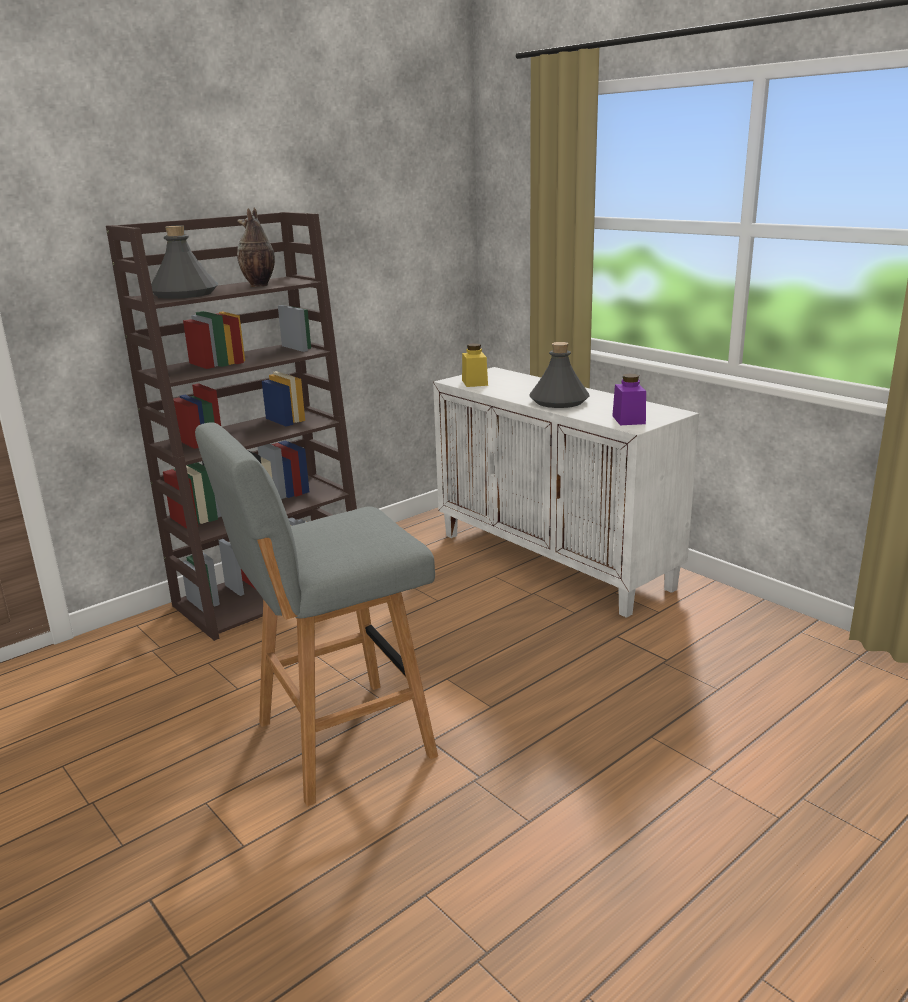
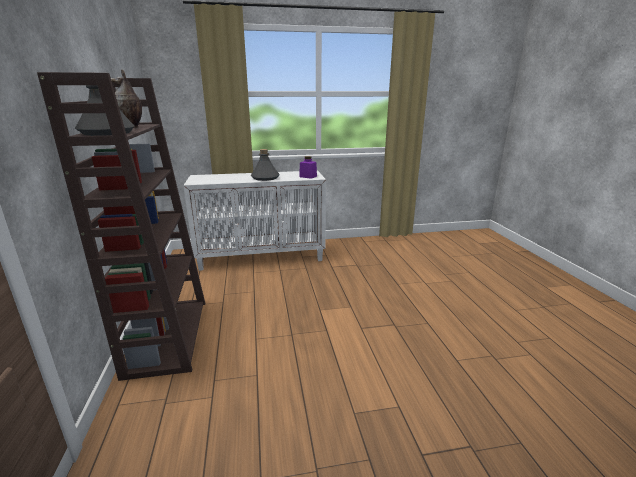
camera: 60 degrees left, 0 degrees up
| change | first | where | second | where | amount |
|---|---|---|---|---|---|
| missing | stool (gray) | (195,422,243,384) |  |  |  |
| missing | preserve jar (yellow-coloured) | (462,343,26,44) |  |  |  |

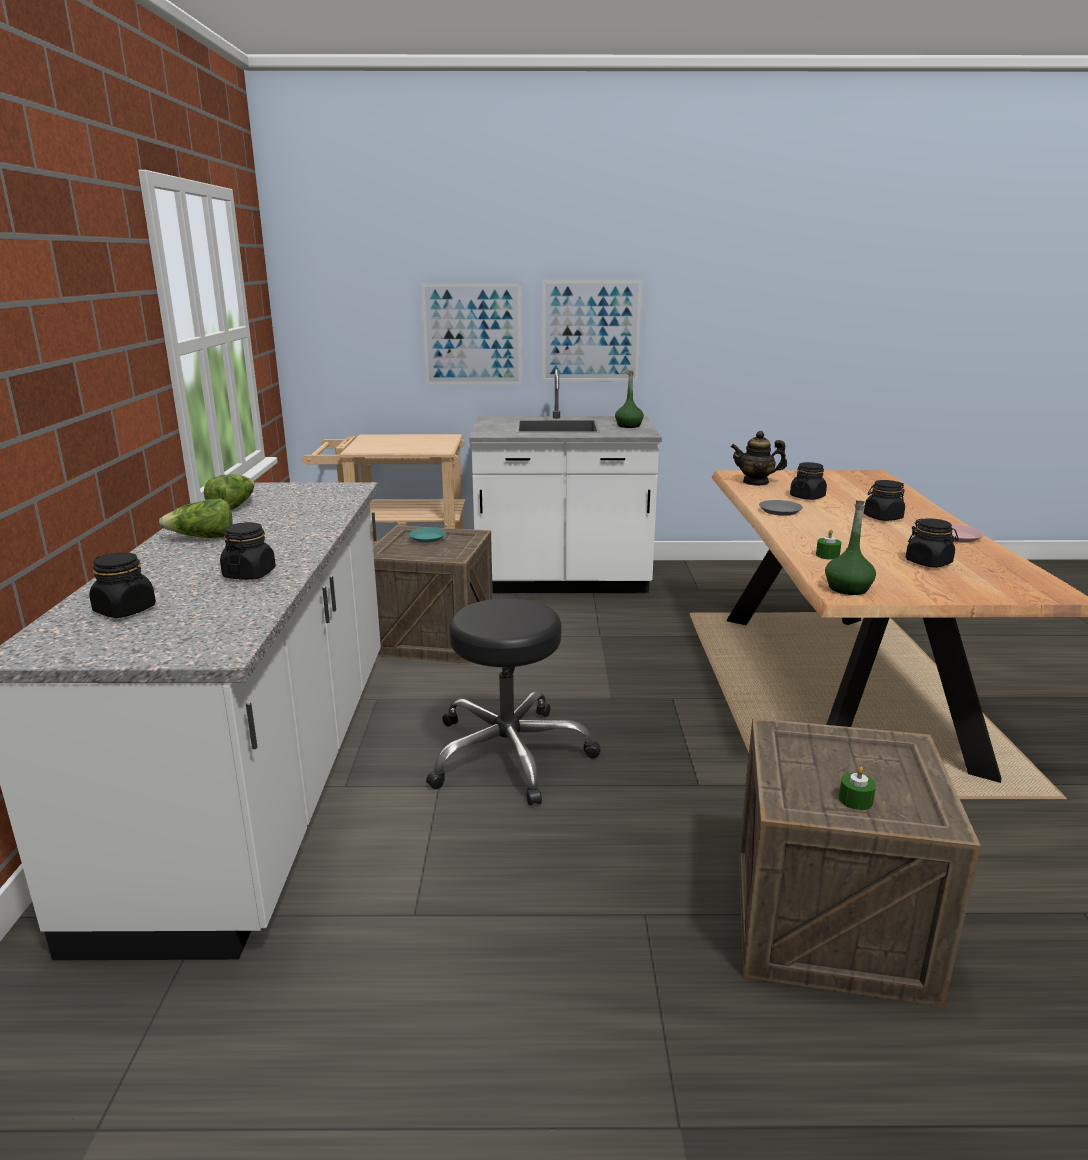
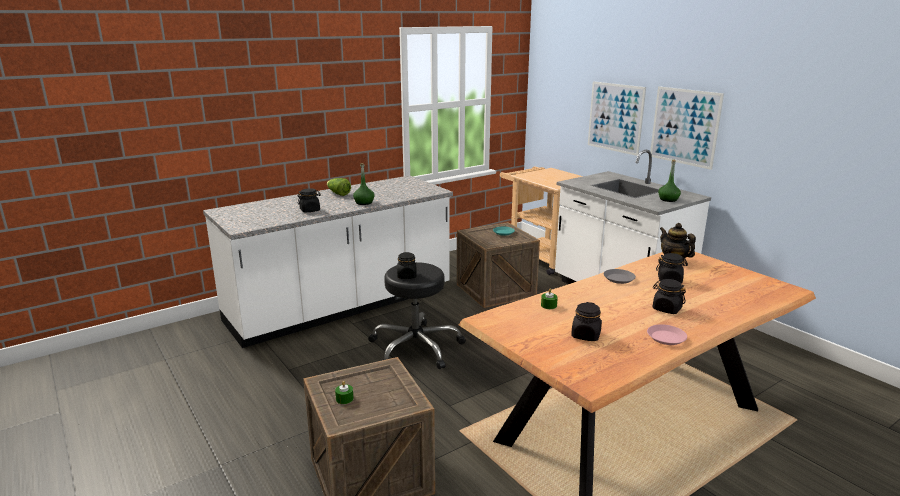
camera: 55 degrees right, 0 degrees up
| change | first | where | second | where | amount |
|---|---|---|---|---|---|
| relocated | preserve jar (blackish) | (89,552,67,66) |  | (397,252,20,27) |  |
| missing | lettuce | (204,474,50,36) |  |  |  |
| relocated | bottle (greenish) | (825,500,51,95) |  | (353,163,22,42) |  |

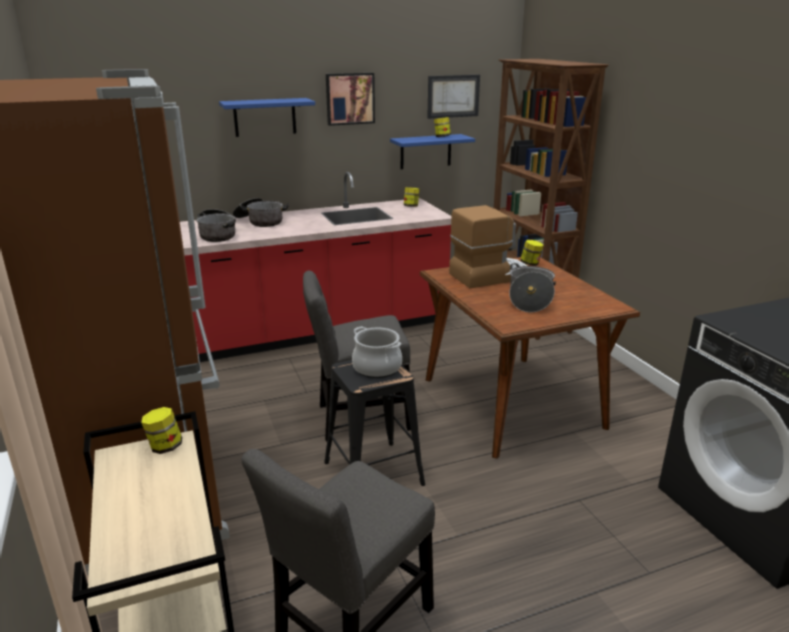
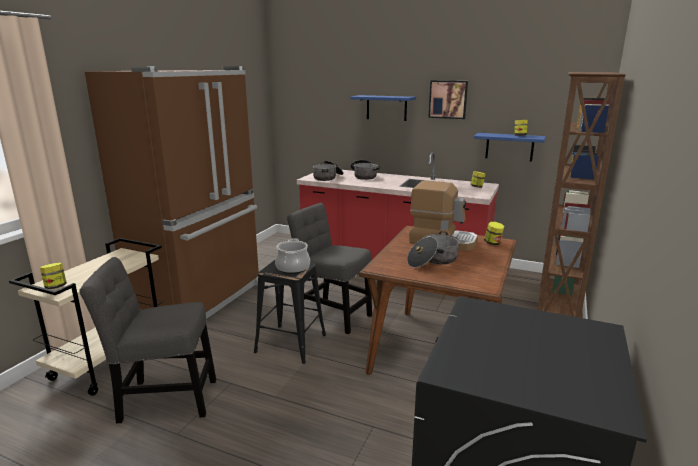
camera: 45 degrees right, 5 degrees down
| change | first | where | second | where | amount |
|---|---|---|---|---|---|
| relocated | preserve jar | (141,407,41,47) |  | (40,263,27,26) |  |
| missing | wall art | (427,75,53,44) |  |  |  |

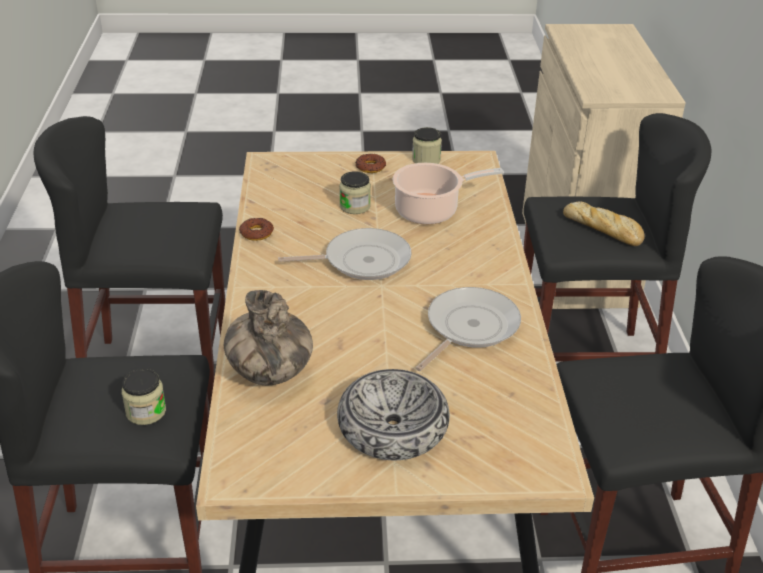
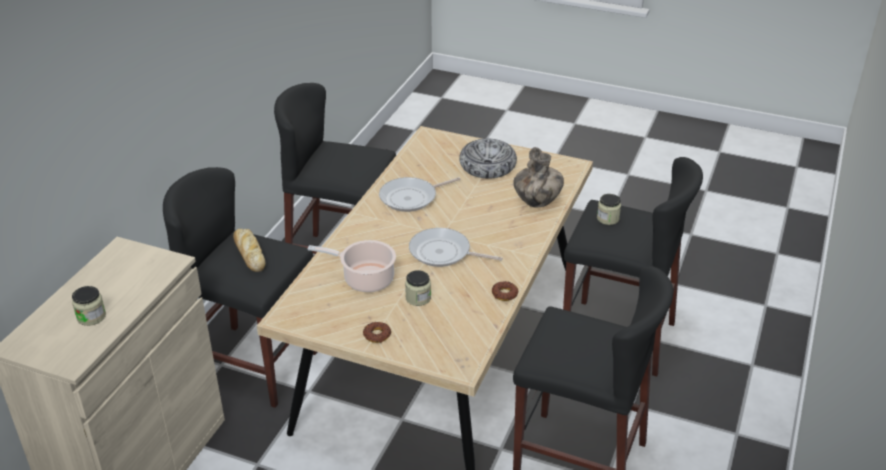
camera: 155 degrees left, 0 degrees up
| change | first | where | second | where | amount |
|---|---|---|---|---|---|
| relocated | preserve jar | (412,127,30,37) |  | (72,286,34,40) |  |

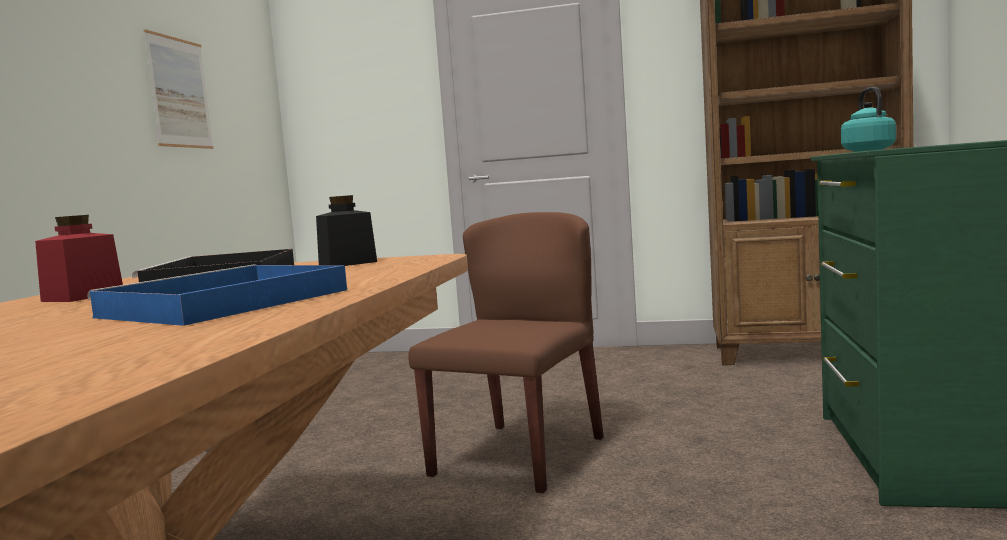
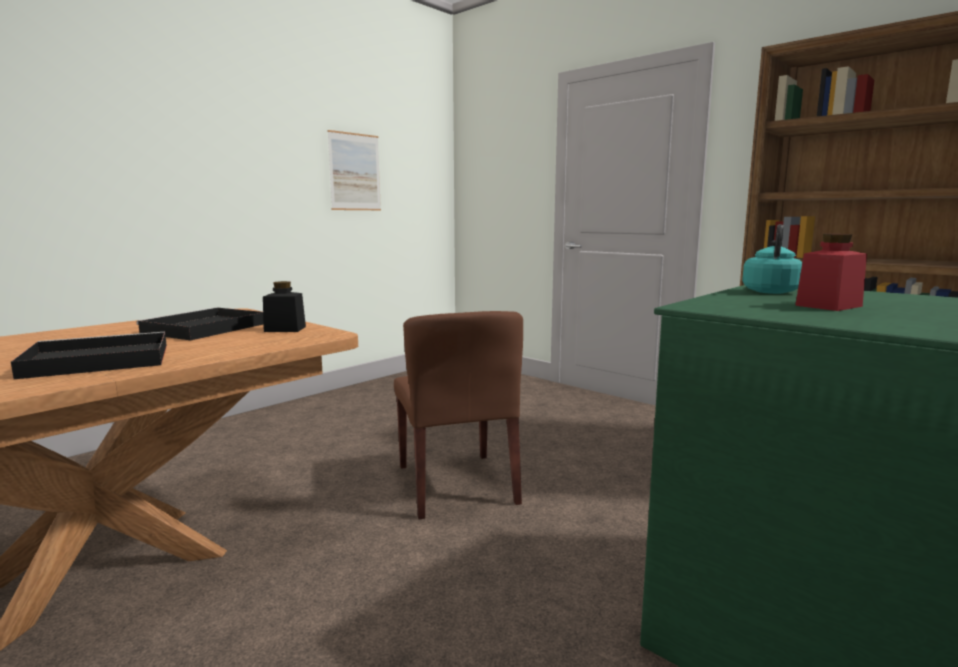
camera: 30 degrees right, 5 degrees up
| change | first | where | second | where | amount |
|---|---|---|---|---|---|
| relocated | preserve jar (reddish) | (35,215,88,87) |  | (795,234,72,77) |  |
| colour | tray (bluish) | (87,264,260,62) | tray (blackish) | (11,332,156,47) |  |
| spun | chair (brown) | (408,212,196,281) |  | (394,311,129,208) | 105 degrees clockwise |

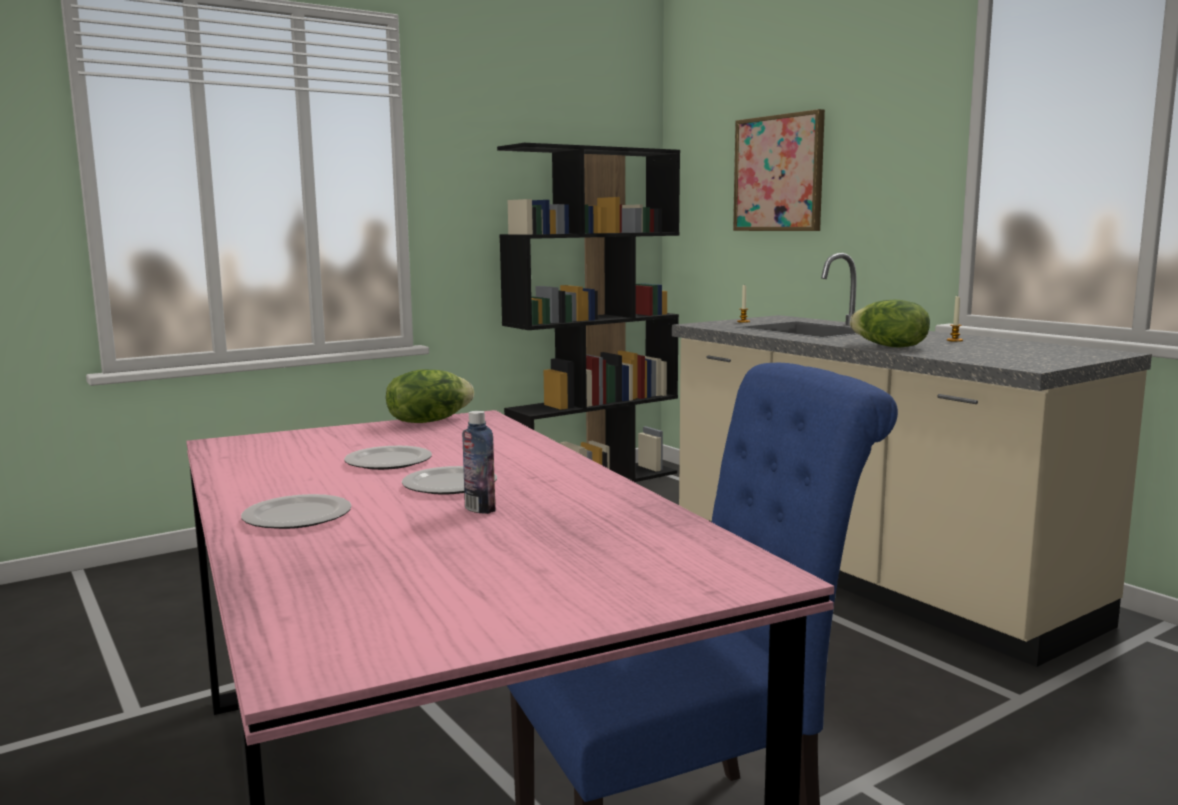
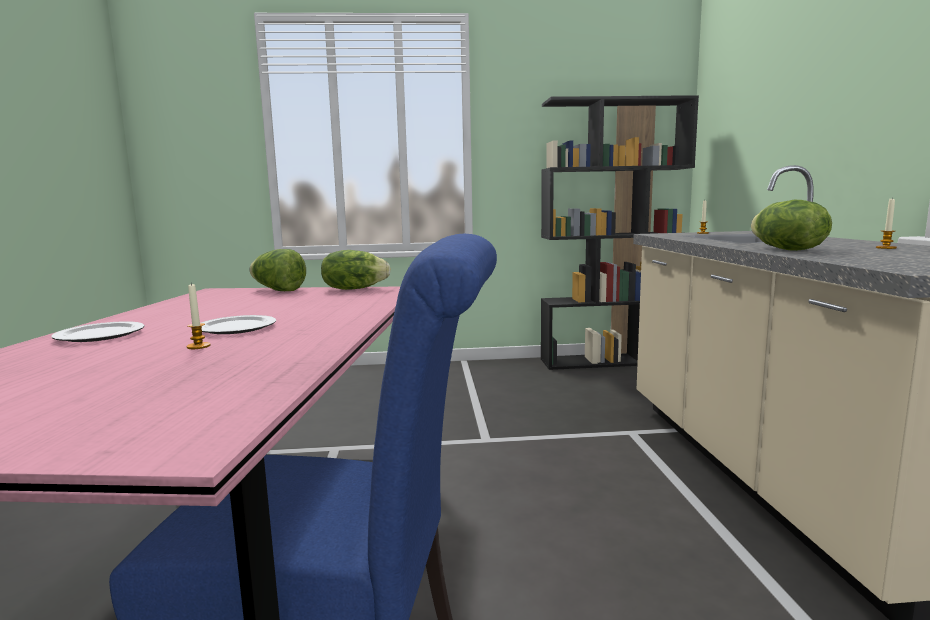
camera: 30 degrees right, 0 degrees up
| change | first | where | second | where | amount |
|---|---|---|---|---|---|
| missing | plate | (344,446,88,24) |  |  |  |
| exchanged | bottle | (462,411,34,103) | wax candle | (187,282,23,67) |  |
| missing | wall art | (733,109,92,122) |  |  |  |
| appeared |  |  | lettuce | (250,249,56,42) |  |

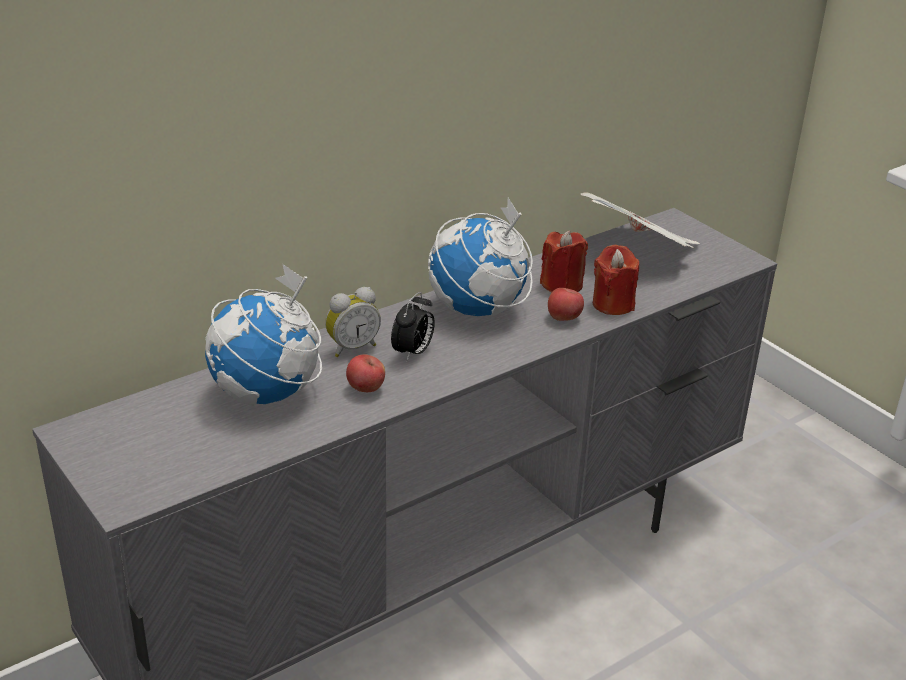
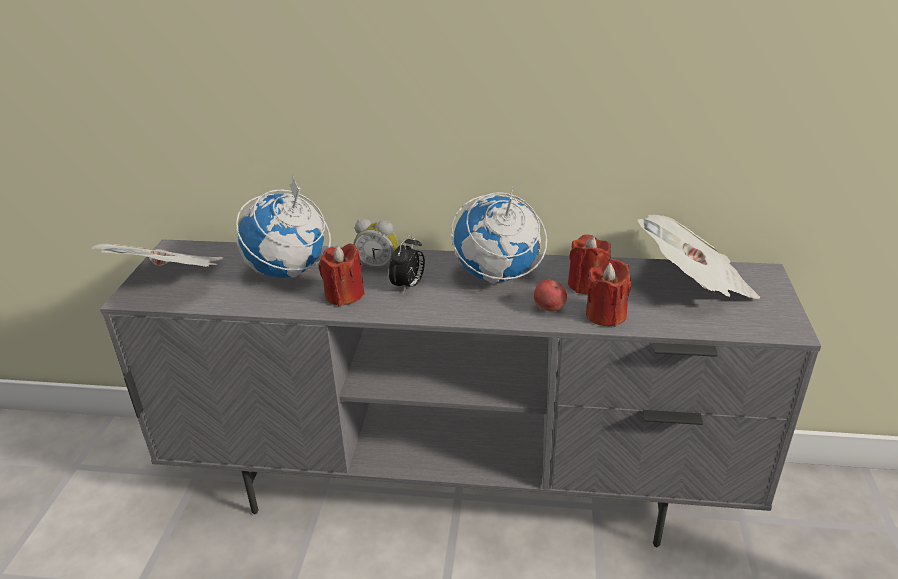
camera: 45 degrees right, 0 degrees up
| change | first | where | second | where | amount |
|---|---|---|---|---|---|
| exchanged | apple | (346,354,39,38) | wax candle (reddish) | (319,243,46,63) |  |
| spun | bedside clock | (391,292,44,69) |  | (389,234,36,59) | 45 degrees counterclockwise |
| appeared |  |  | daily paper | (91,244,132,23) |  |

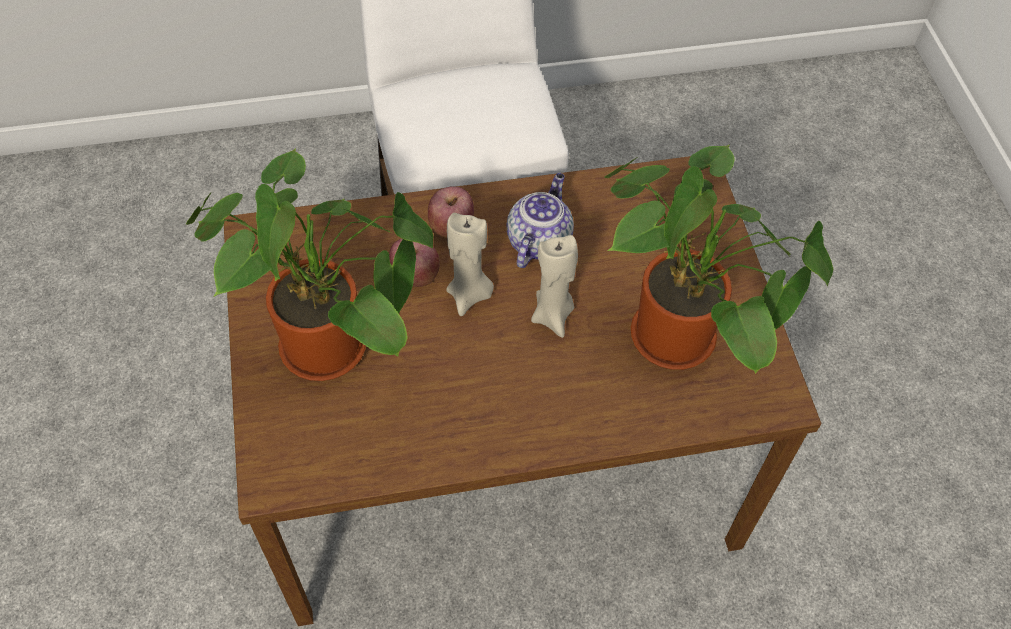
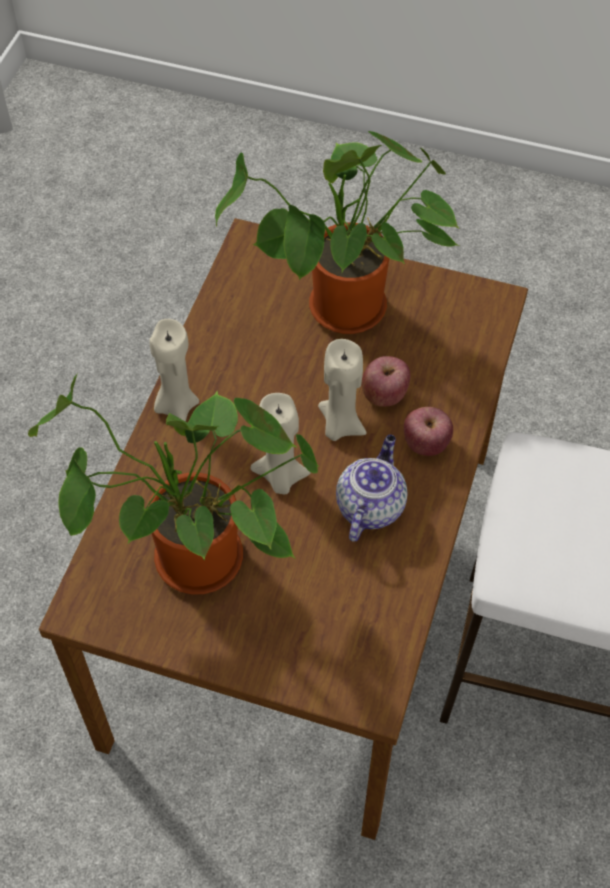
camera: 120 degrees right, 0 degrees up
| change | first | where | second | where | amount |
|---|---|---|---|---|---|
| spun | teapot | (507,173,67,95) |  | (336,435,72,106) | 120 degrees counterclockwise |
| appeared |  |  | wax candle (sand-coloured) | (149,319,50,102) |  |

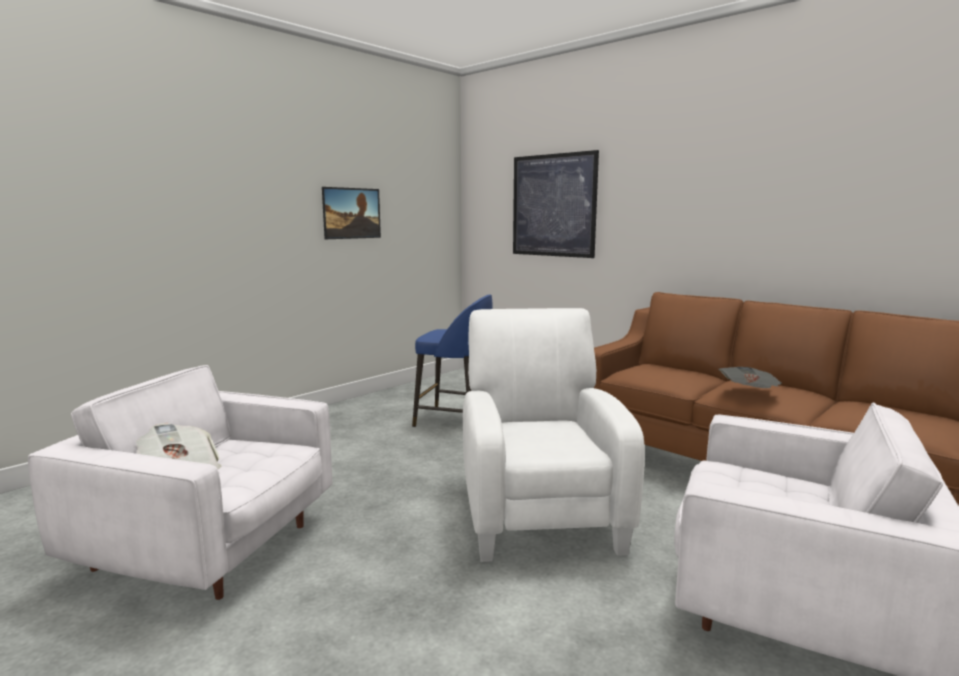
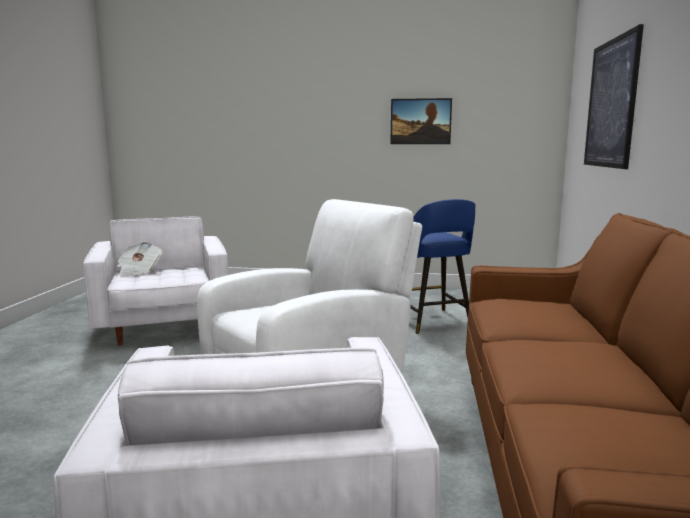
camera: 55 degrees right, 0 degrees up
| change | first | where | second | where | amount |
|---|---|---|---|---|---|
| missing | daily paper | (718,367,64,21) |  |  |  |

